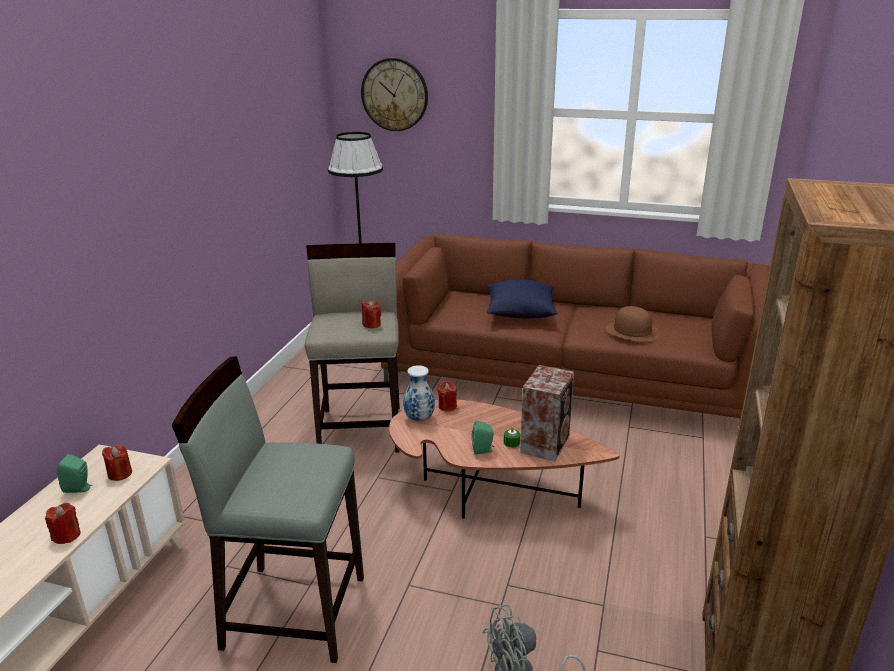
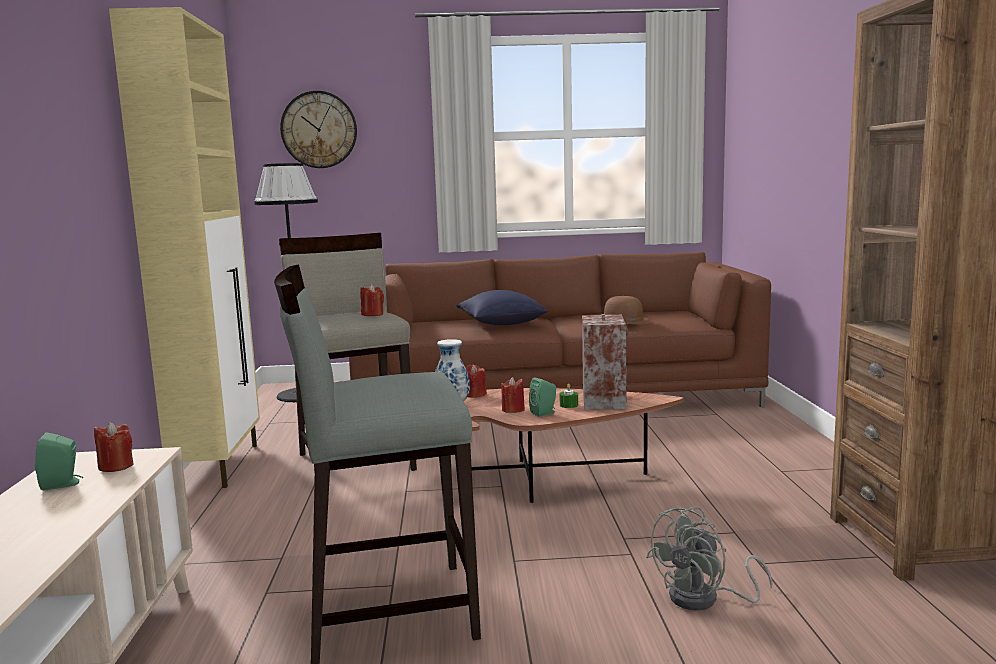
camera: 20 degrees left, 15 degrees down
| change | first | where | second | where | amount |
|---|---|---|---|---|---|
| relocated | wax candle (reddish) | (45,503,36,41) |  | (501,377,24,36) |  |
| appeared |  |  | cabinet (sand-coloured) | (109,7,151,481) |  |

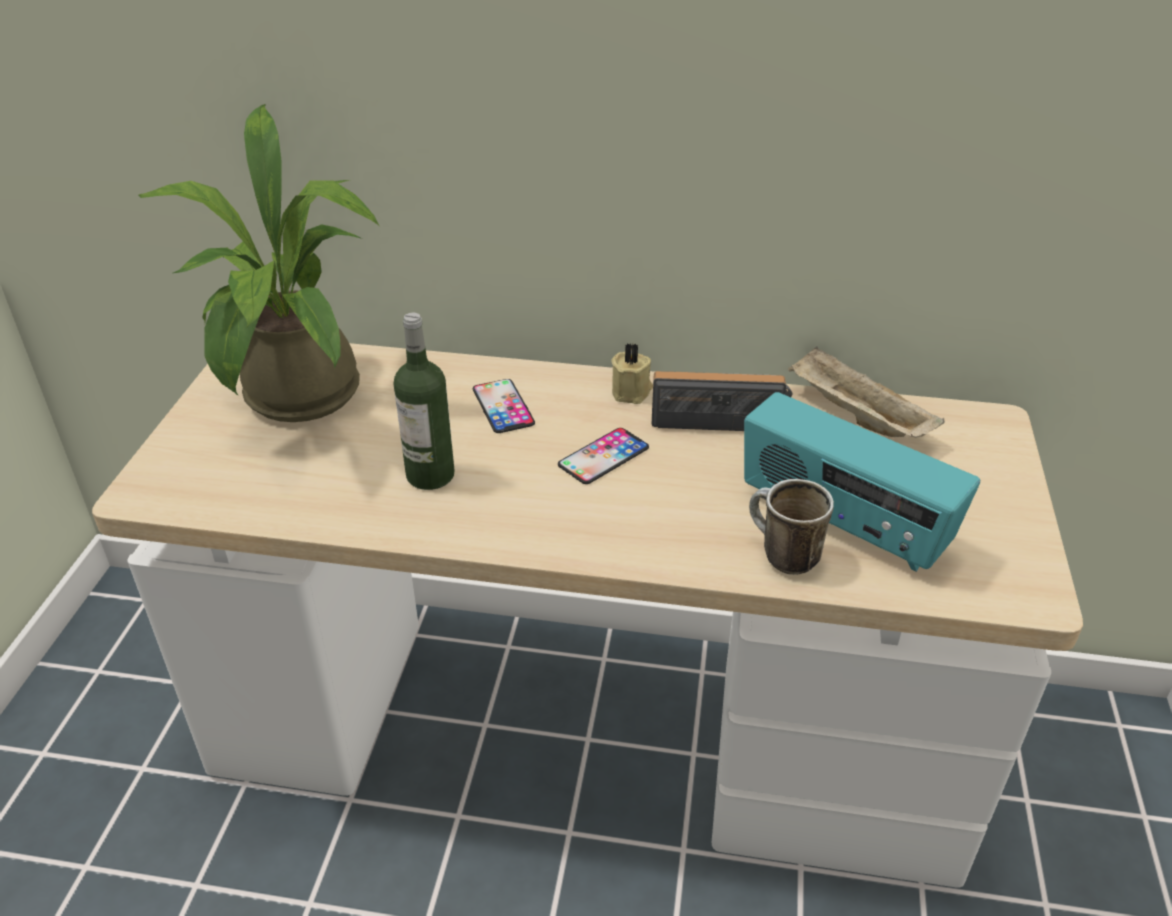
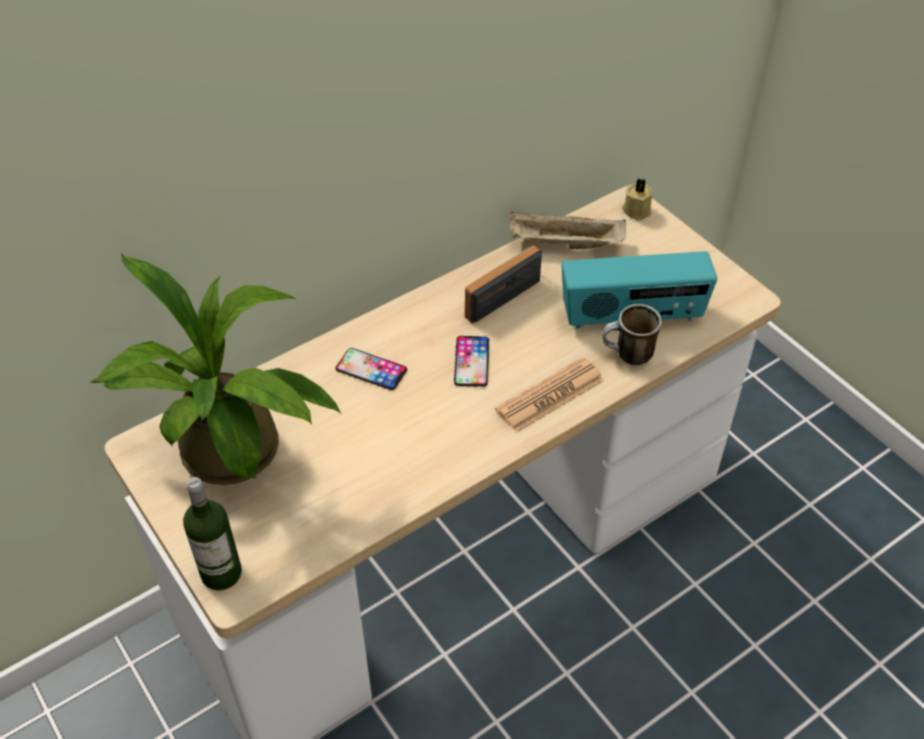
camera: 45 degrees left, 10 degrees up
| change | first | where | second | where | amount |
|---|---|---|---|---|---|
| relocated | bottle | (394,313,61,177) |  | (183,477,59,113) |  |
| relocated | wax candle (sand-coloured) | (611,343,42,61) |  | (622,179,31,42) |  |
| appeared |  |  | daily paper | (495,357,109,76) |  |

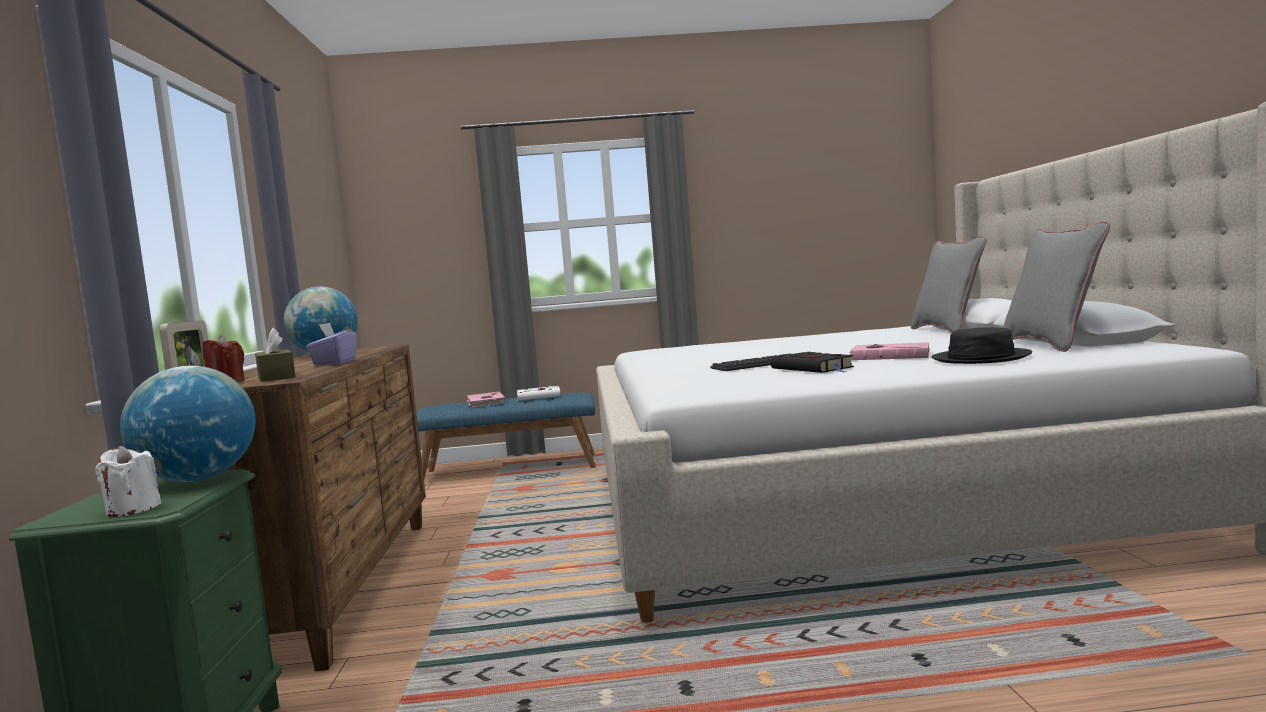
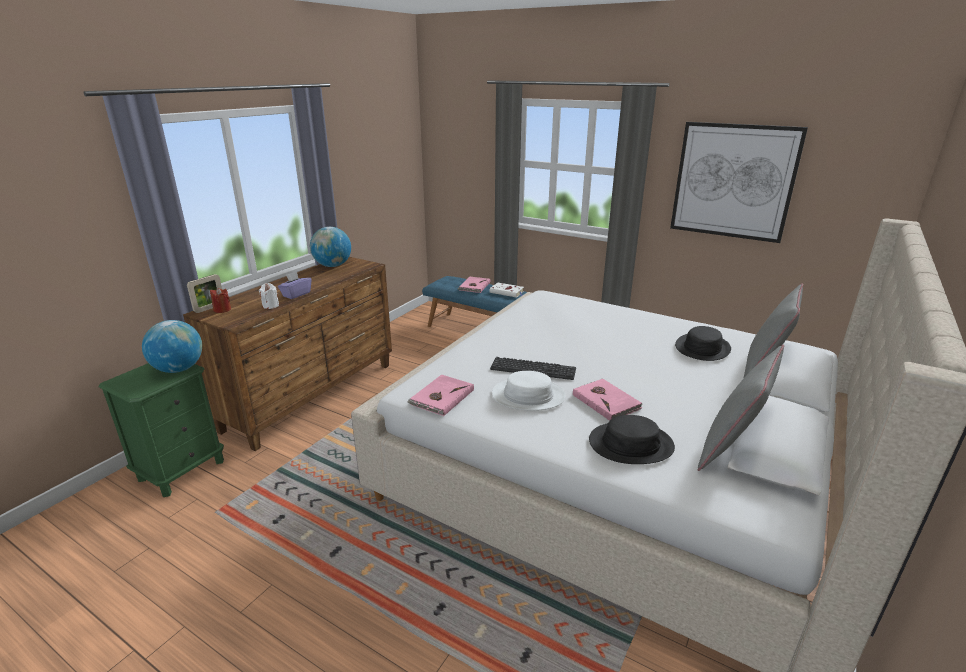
camera: 35 degrees right, 20 degrees up
| change | first | where | second | where | amount |
|---|---|---|---|---|---|
| relocated | wax candle (whitish) | (95,446,66,71) |  | (259,283,20,26) |  |
| missing | box of tissues (brown) | (255,328,41,54) |  |  |  |
| exchanged | volume (blackish) | (770,352,84,21) | hat (whitish) | (492,371,73,40) |  |
| appeared |  |  | volume (pink) | (407,374,67,42) |  |
| appeared |  |  | wall art | (670,122,138,121) |  |
| appeared |  |  | hat (blackish) | (675,326,56,35) |  |

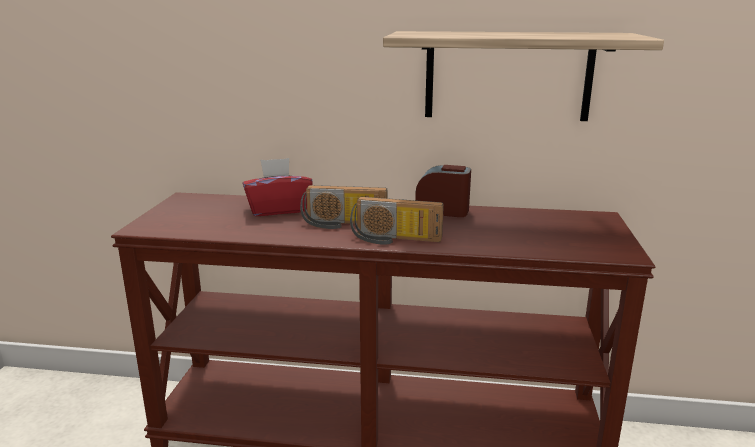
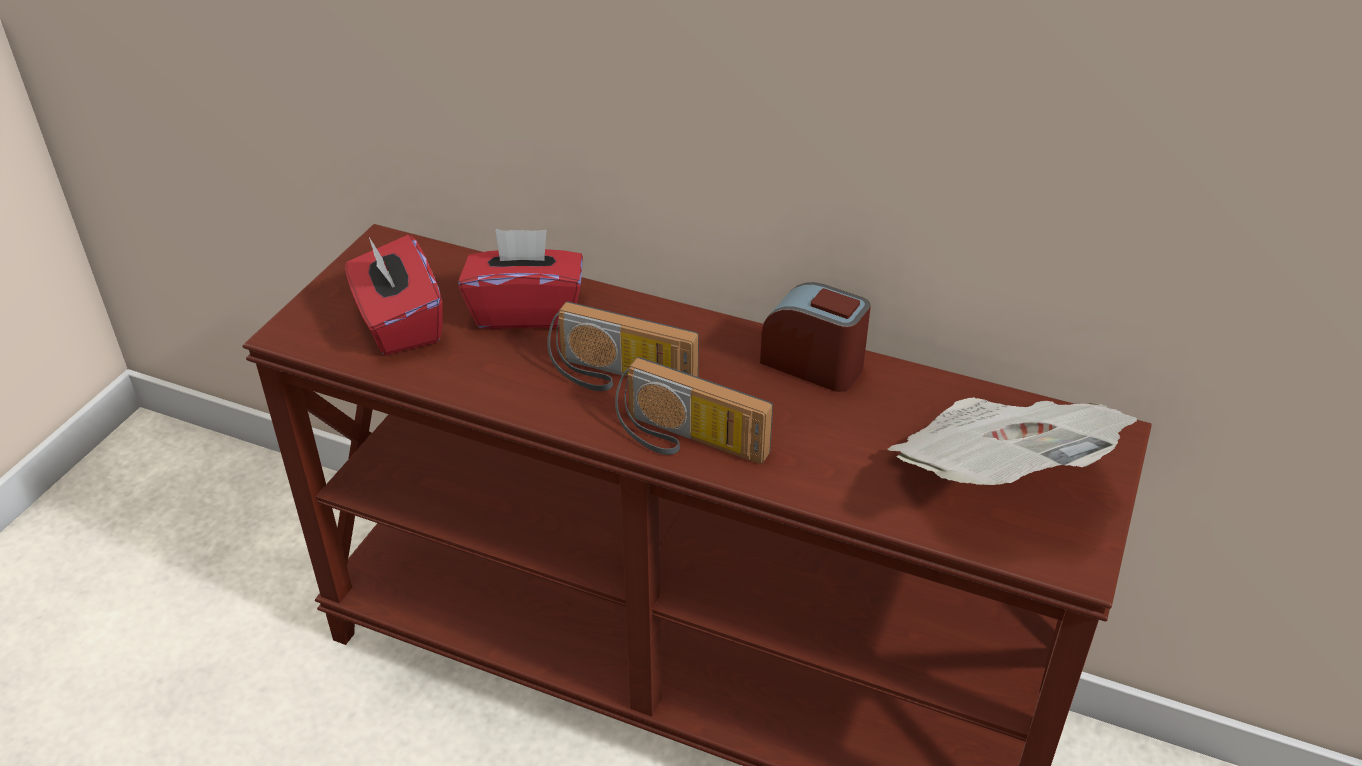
camera: 15 degrees right, 20 degrees up
| change | first | where | second | where | amount |
|---|---|---|---|---|---|
| missing | bracket shelf | (383,31,281,90) |  |  |  |
| appeared |  |  | box of tissues (reddish) | (345,235,98,120) |  |
| appeared |  |  | daily paper | (888,397,249,88) |  |

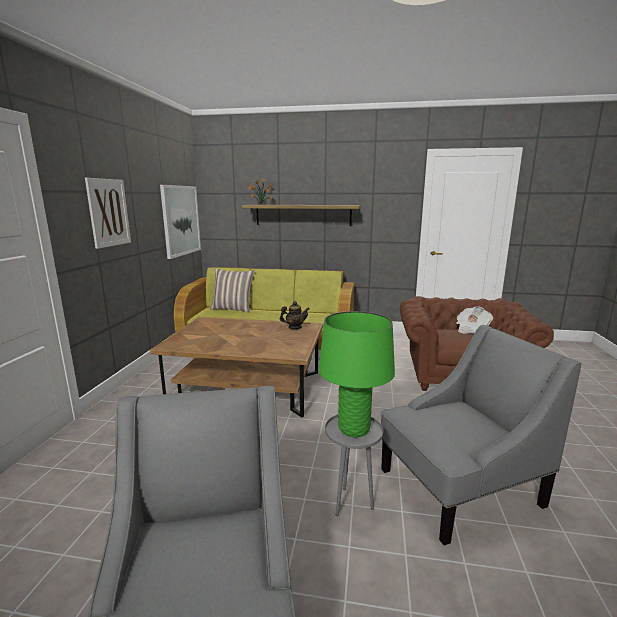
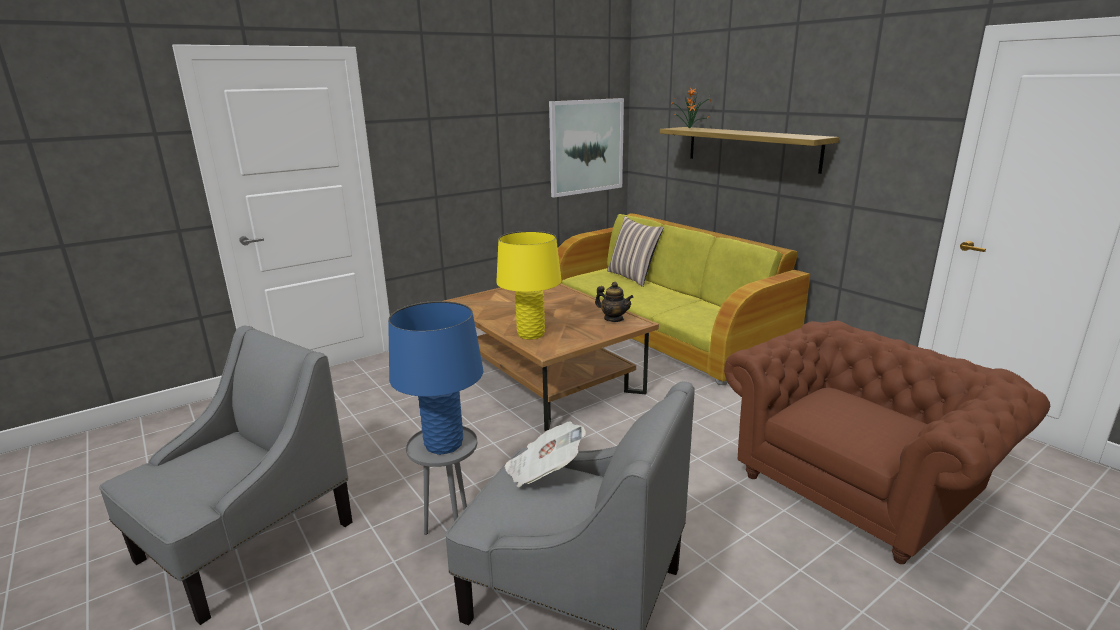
camera: 45 degrees right, 5 degrees up
| change | first | where | second | where | amount |
|---|---|---|---|---|---|
| missing | wall art | (85,178,46,71) |  |  |  |
| colour | table lamp (greenish) | (318,311,77,127) | table lamp (bluish) | (388,301,95,154) |  |
| relocated | daily paper | (456,306,37,28) |  | (504,421,82,66) |  |
| appeared |  |  | table lamp (yellow-coloured) | (496,231,66,109) |  |

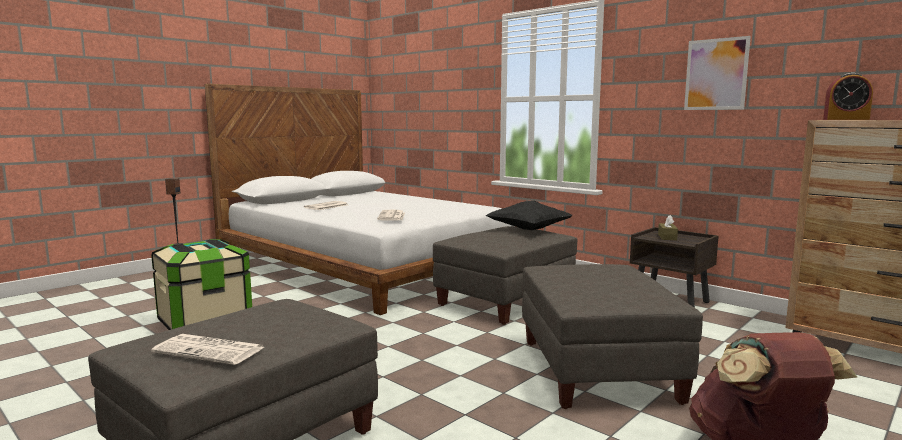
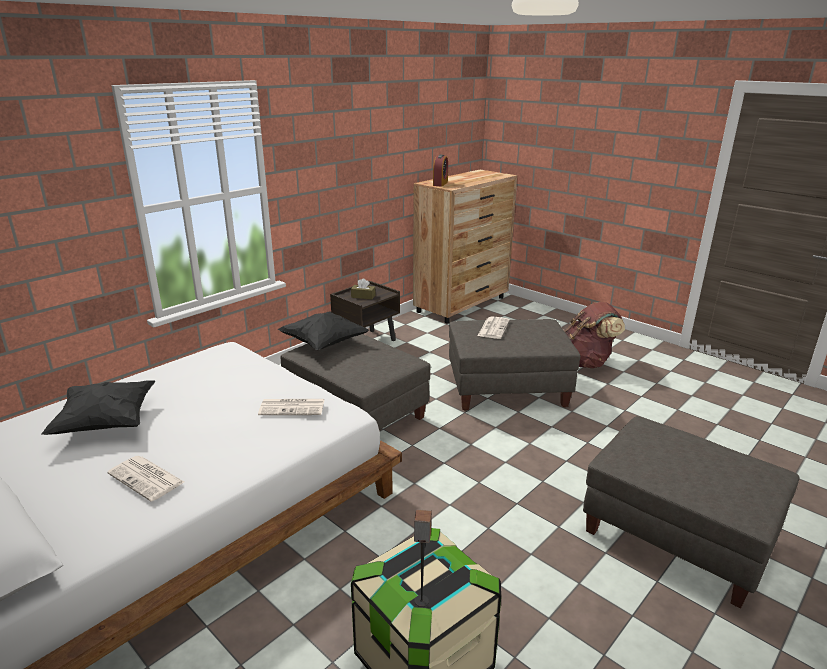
camera: 90 degrees left, 15 degrees up
| change | first | where | second | where | amount |
|---|---|---|---|---|---|
| relocated | daily paper | (151,334,113,31) |  | (478,317,32,22) |  |
| missing | wall art | (684,36,67,74) |  |  |  |
| appeared |  |  | pillow (blackish) | (41,380,114,55) |  |

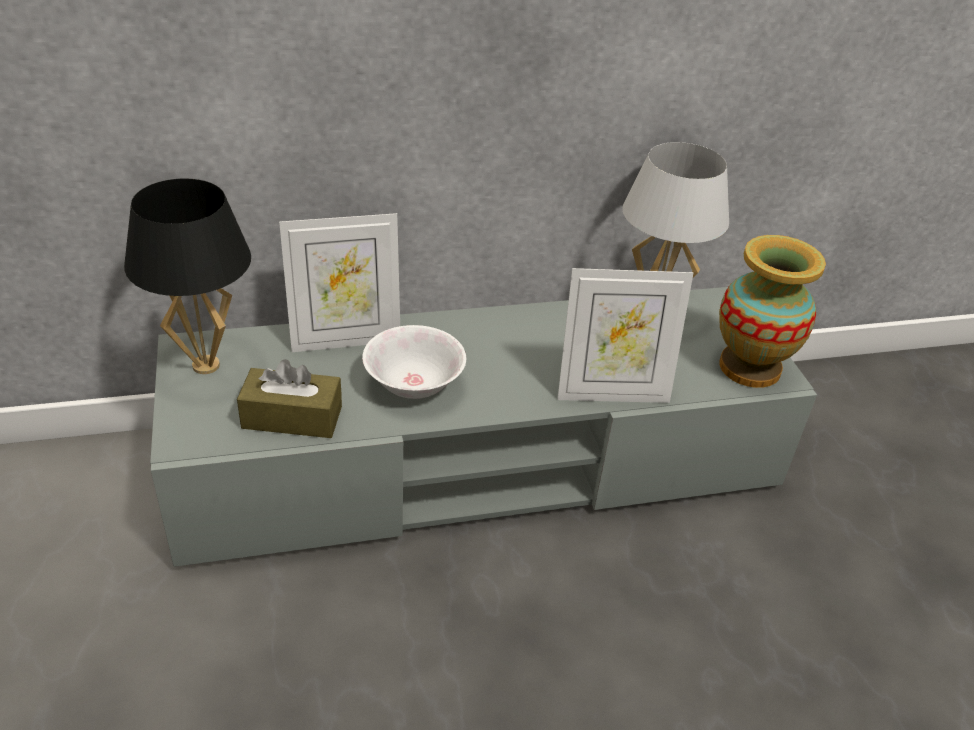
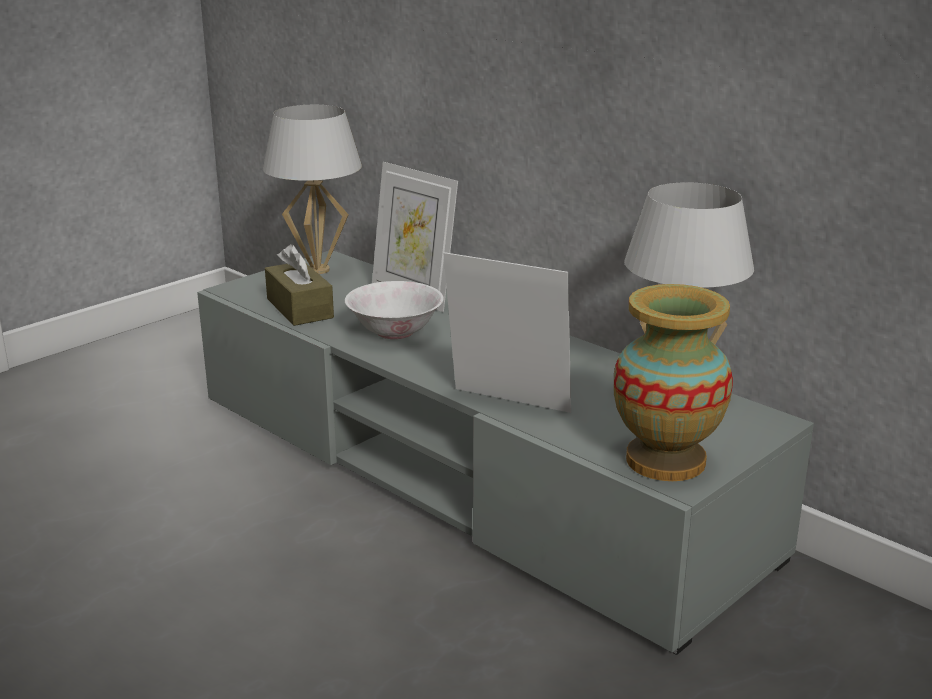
camera: 60 degrees right, 15 degrees down
| change | first | where | second | where | amount |
|---|---|---|---|---|---|
| colour | table lamp (blackish) | (124,179,127,195) | table lamp (whitish) | (263,105,99,169) |  |
| spun | standing frame | (558,268,135,135) |  | (443,252,128,161) | 150 degrees clockwise |

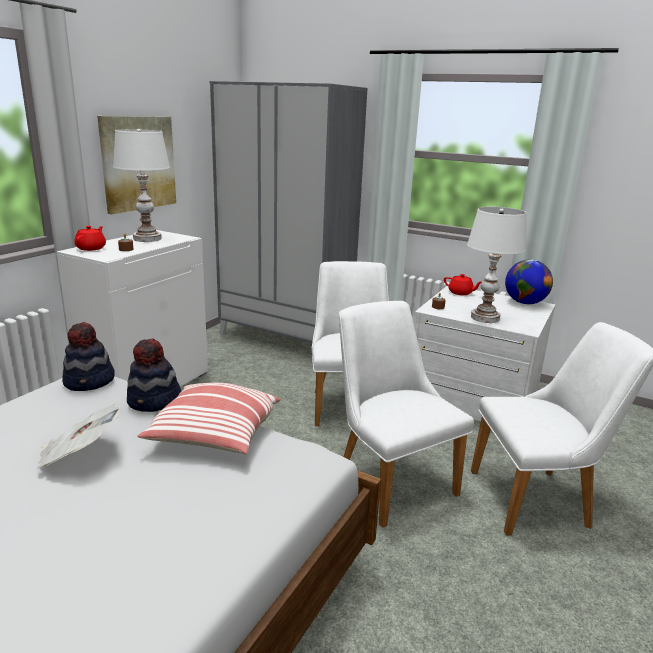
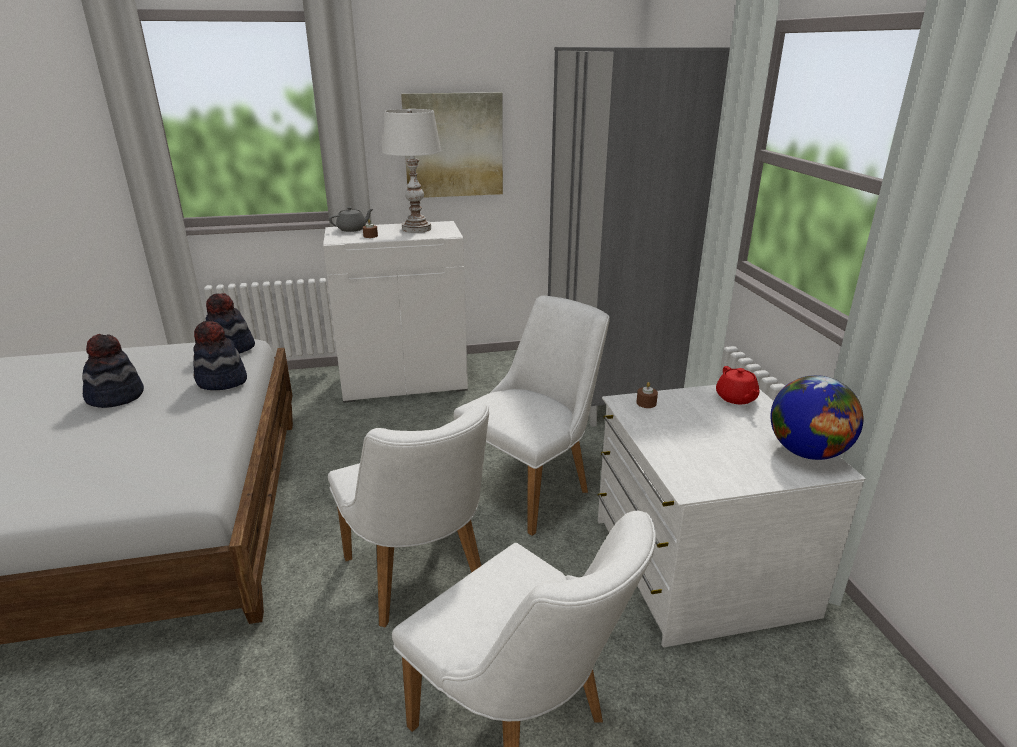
camera: 50 degrees right, 5 degrees up
| change | first | where | second | where | amount |
|---|---|---|---|---|---|
| exchanged | daily paper | (37,404,83,65) | hat | (82,334,62,74) |  |
| colour | teapot (reddish) | (74,226,32,25) | teapot (gray) | (329,207,44,25) |  |
| missing | pillow | (137,383,144,71) |  |  |  |
| spun | chair (whitish) | (339,301,135,227) |  | (328,403,161,225) | 135 degrees clockwise |
| missing | table lamp (whitish) | (467,207,59,116) |  |  |  |

